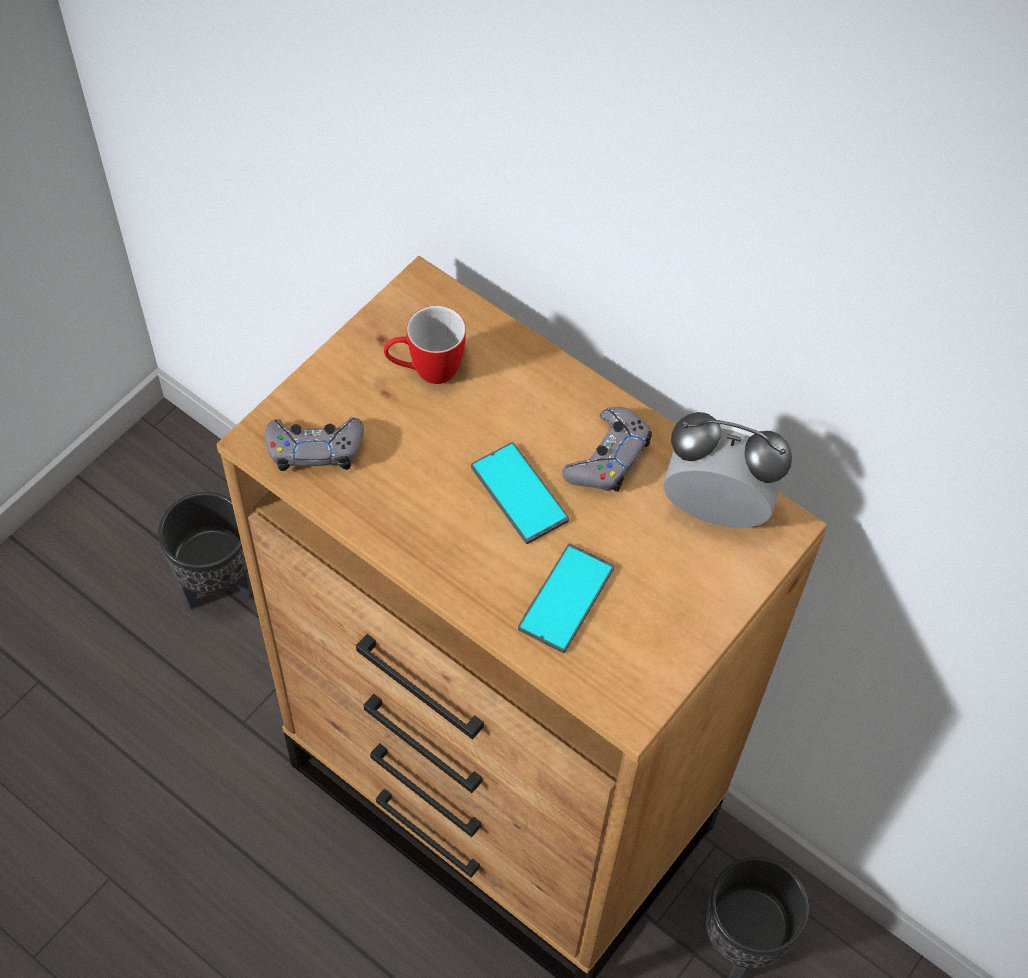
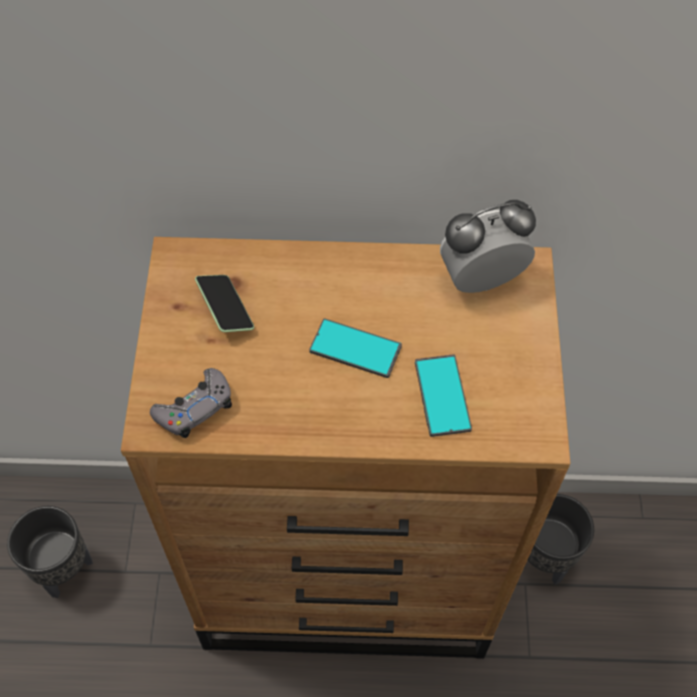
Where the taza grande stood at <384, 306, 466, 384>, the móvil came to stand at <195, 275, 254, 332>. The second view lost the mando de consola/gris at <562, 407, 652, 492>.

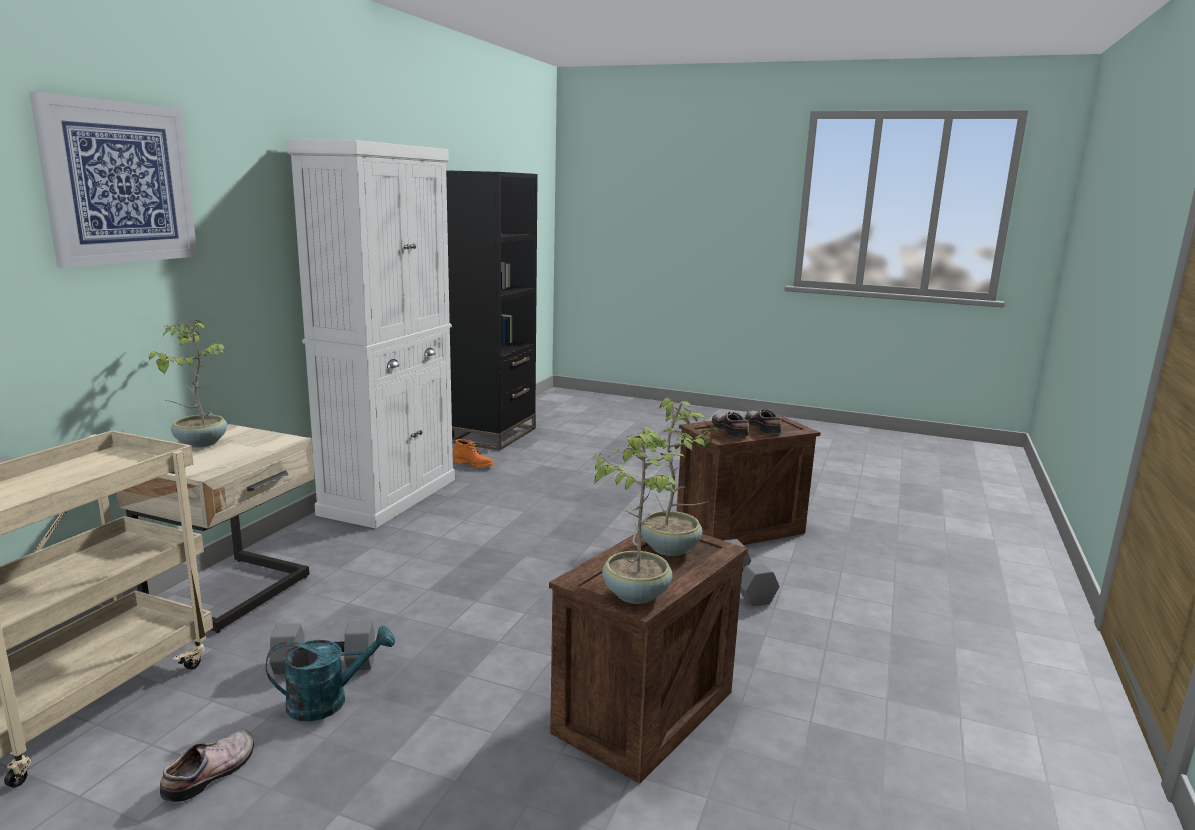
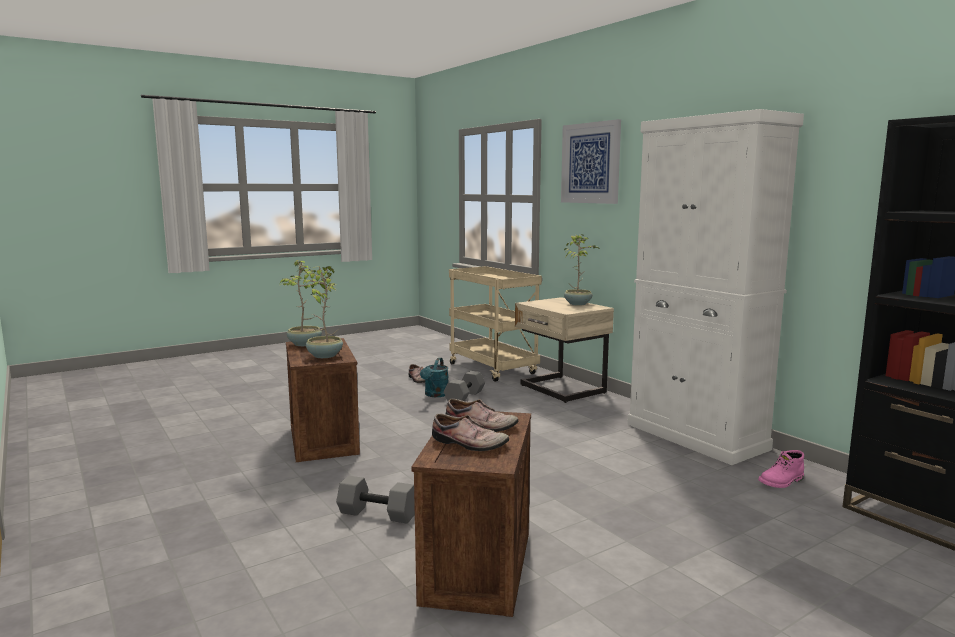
What was the bota/naranja at <453, 439, 494, 468> turned into the bota/rosa at <758, 450, 804, 488>.

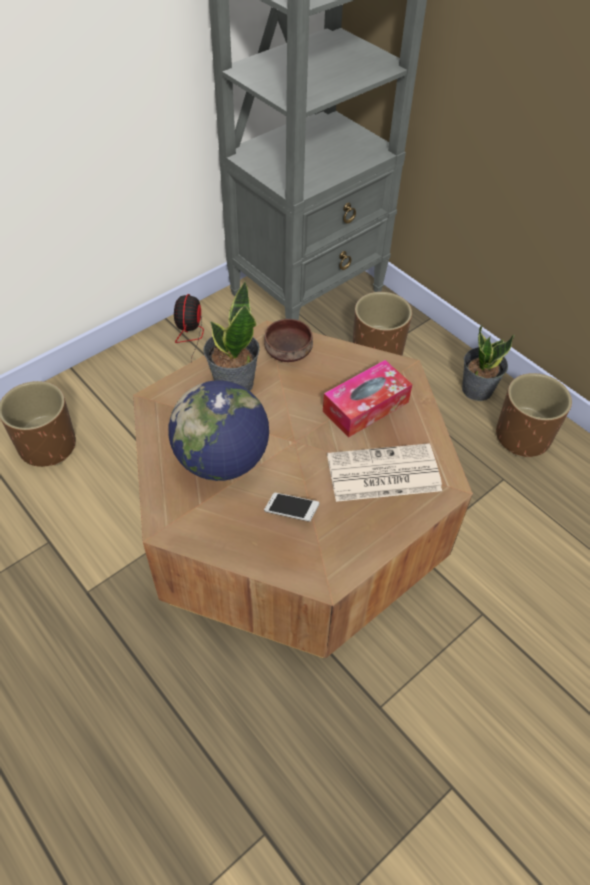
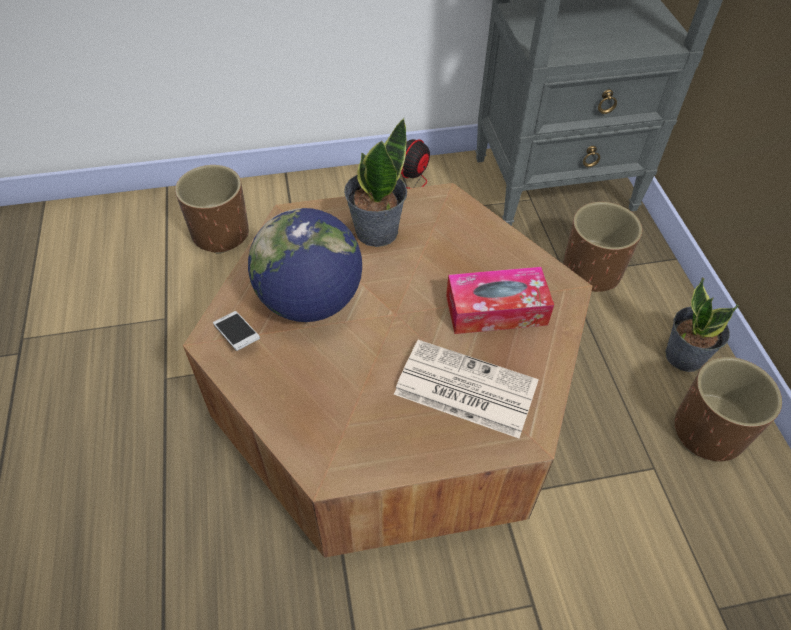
The second view lost the cuenco/marrón at <264, 319, 313, 362>. The móvil ended up elsewhere, having gone from <264, 493, 320, 522> to <213, 311, 260, 351>.

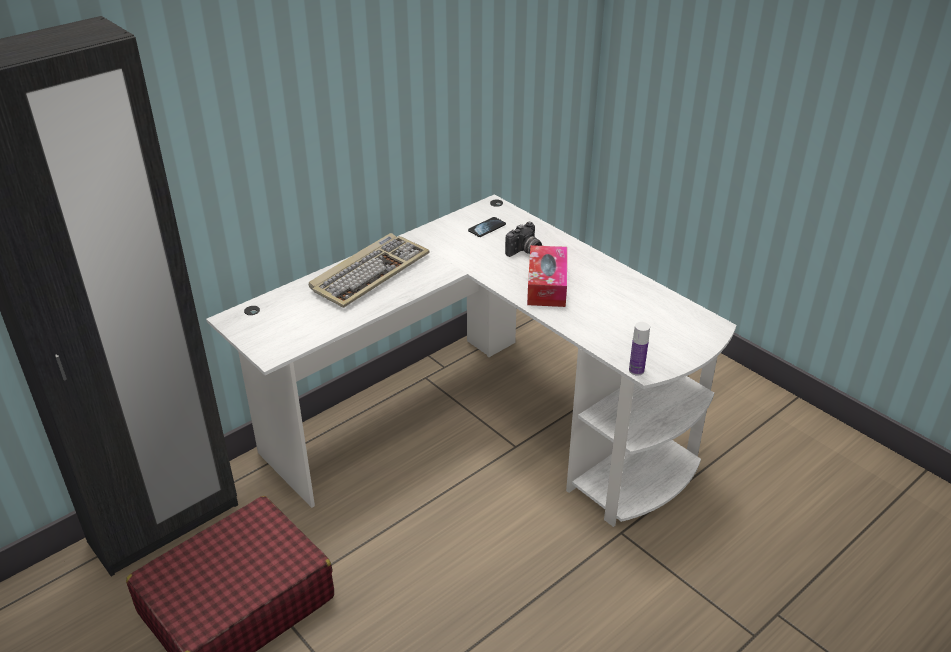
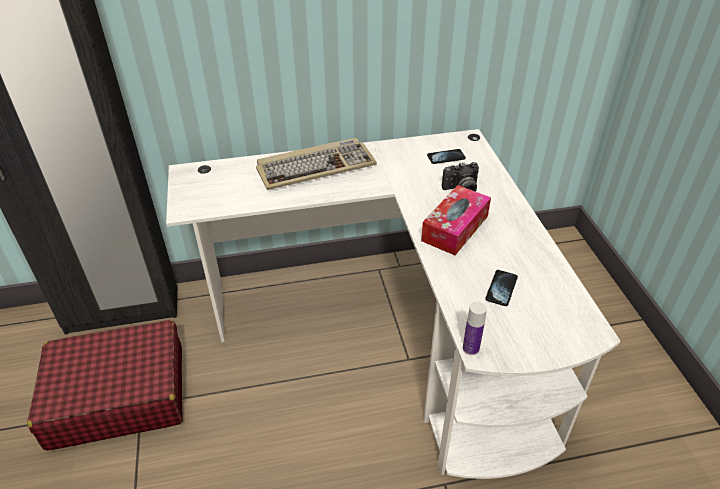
The second view gained the móvil at <485, 270, 518, 306>.

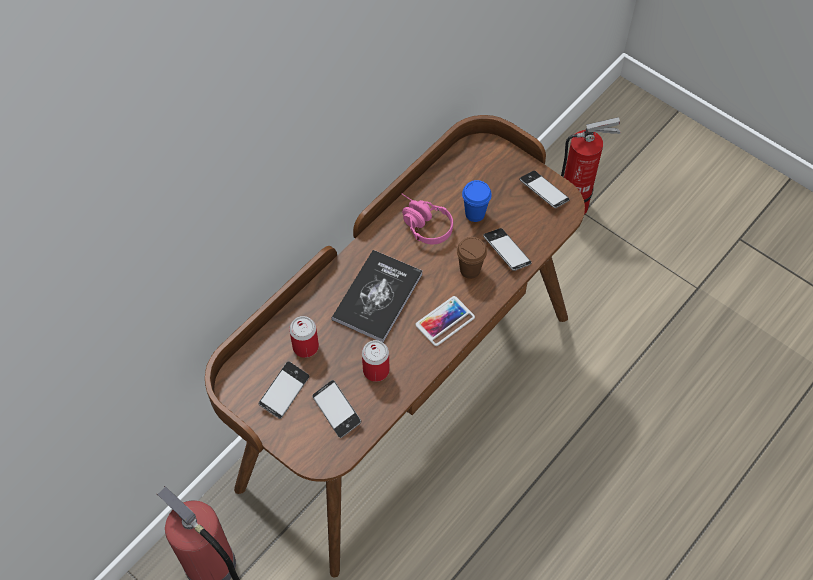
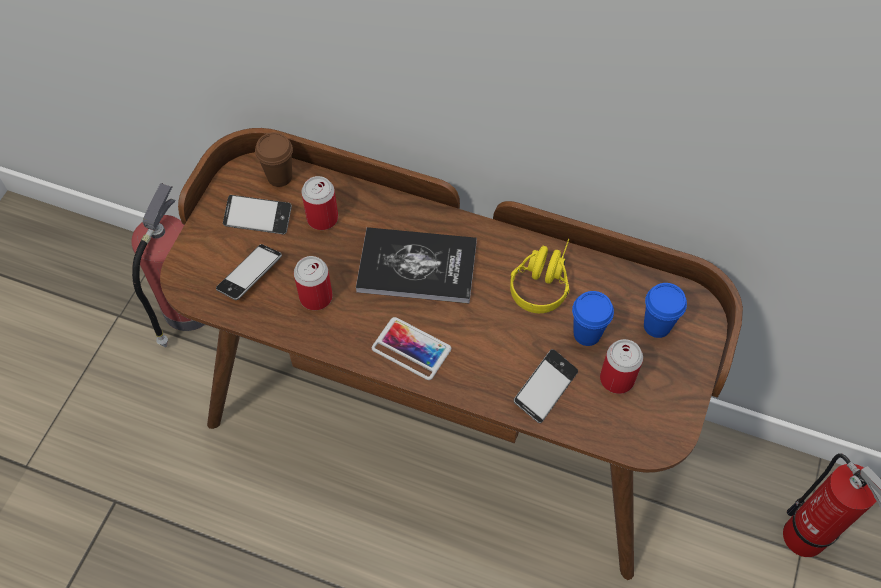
What was the auriculares/rosa at <402, 194, 453, 245> turned into the auriculares/amarillo at <510, 239, 570, 313>. The taza/marrón ended up elsewhere, having gone from <457, 237, 487, 279> to <255, 132, 293, 187>. The second view lost the móvil at <519, 171, 570, 208>. The second view gained the lata at <600, 339, 643, 394>. The second view gained the taza/azul at <644, 283, 687, 338>.

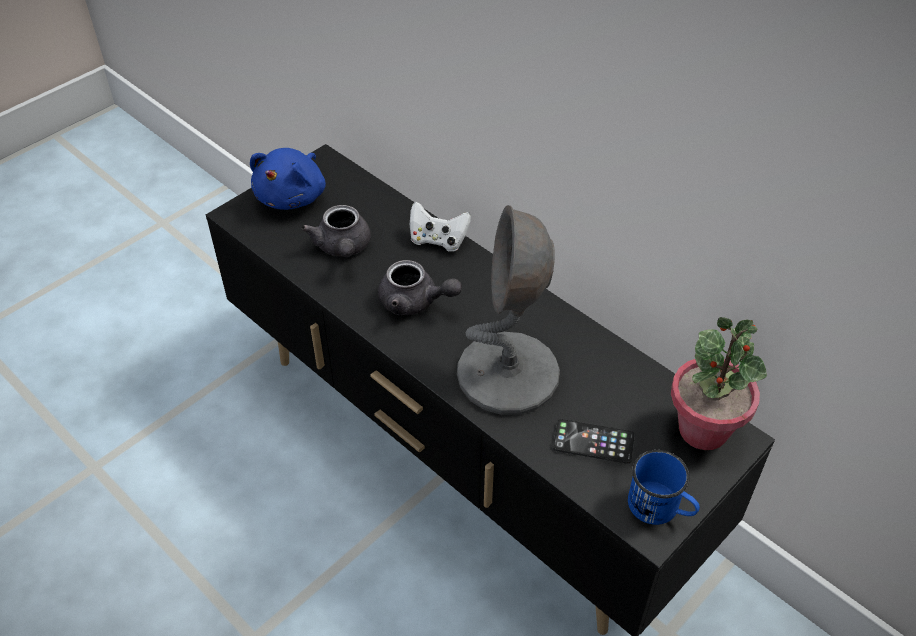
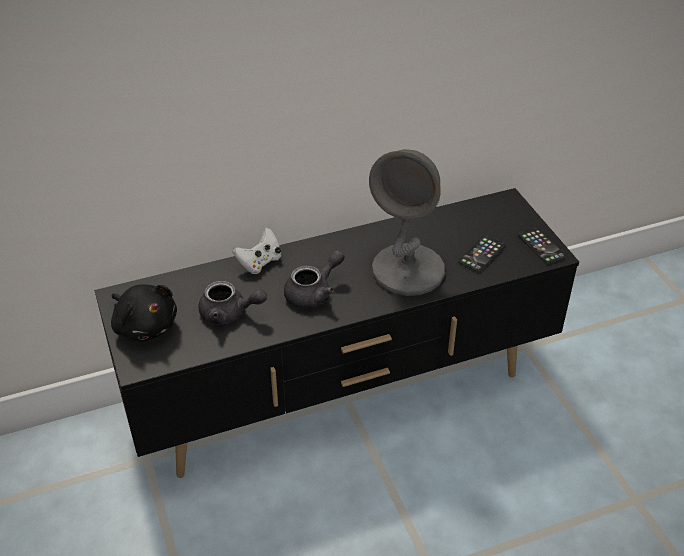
What was the peluche/azul at <250, 148, 326, 210> turned into the peluche/negro at <111, 284, 177, 342>. Where the taza grande/azul stood at <628, 450, 700, 525>, the móvil came to stand at <518, 227, 566, 264>. The second view lost the planta en maceta at <671, 317, 767, 450>.

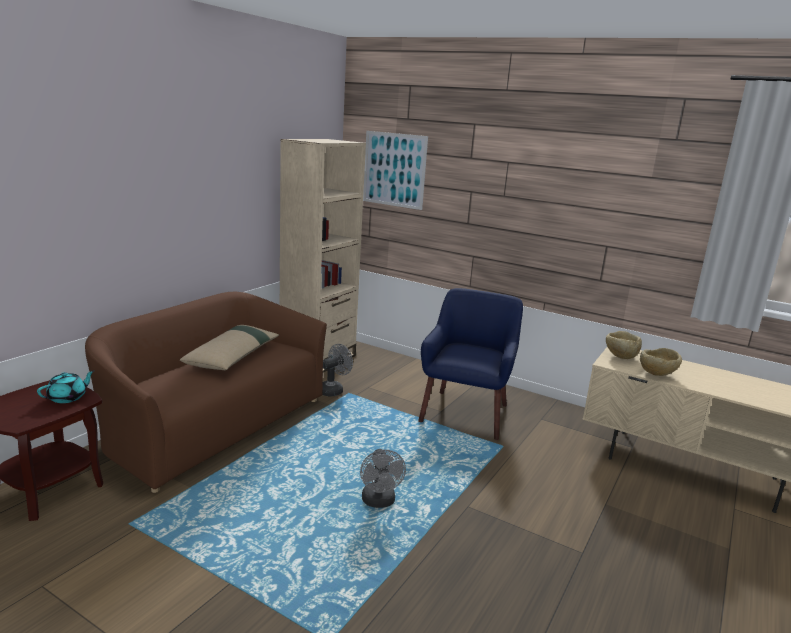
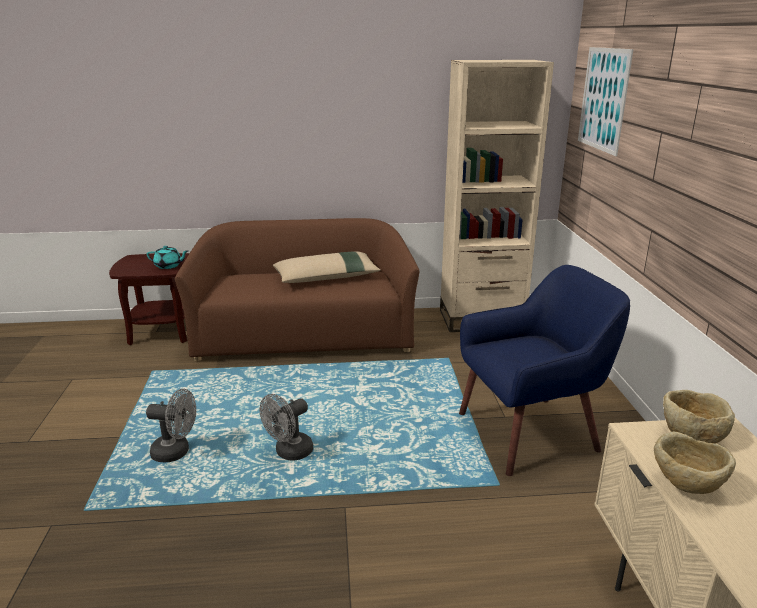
The ventilador/gris ended up elsewhere, having gone from <322, 344, 353, 397> to <146, 389, 196, 462>.

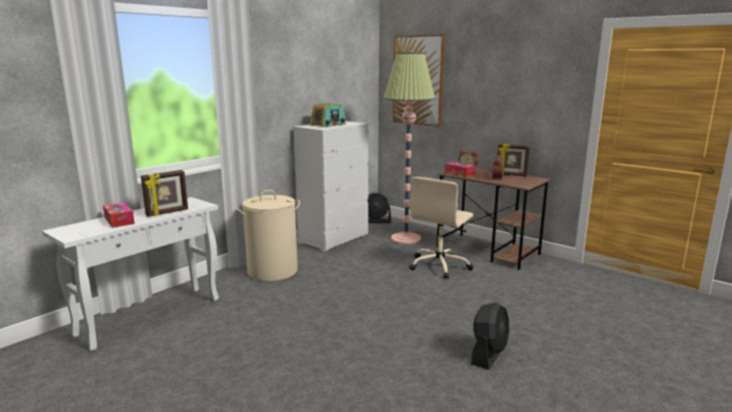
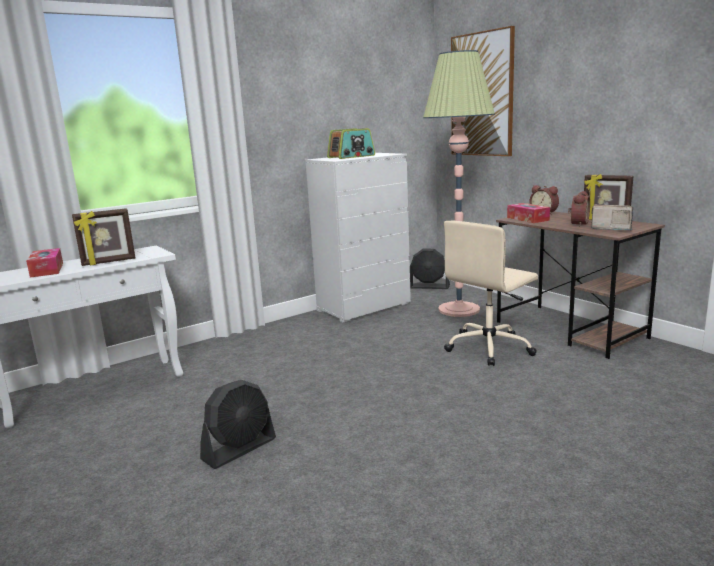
The second view lost the cesto de la ropa/beis at <237, 190, 300, 281>. The ventilador/negro ended up elsewhere, having gone from <471, 302, 509, 370> to <200, 380, 276, 469>. The second view gained the radio at <591, 204, 633, 230>.

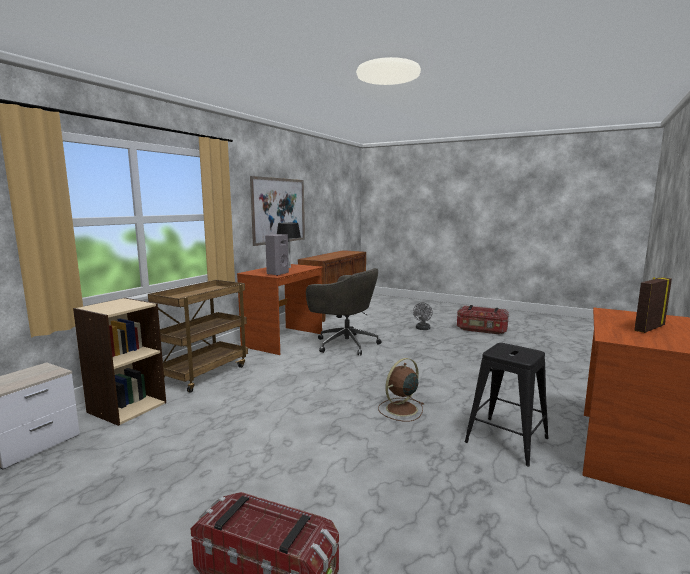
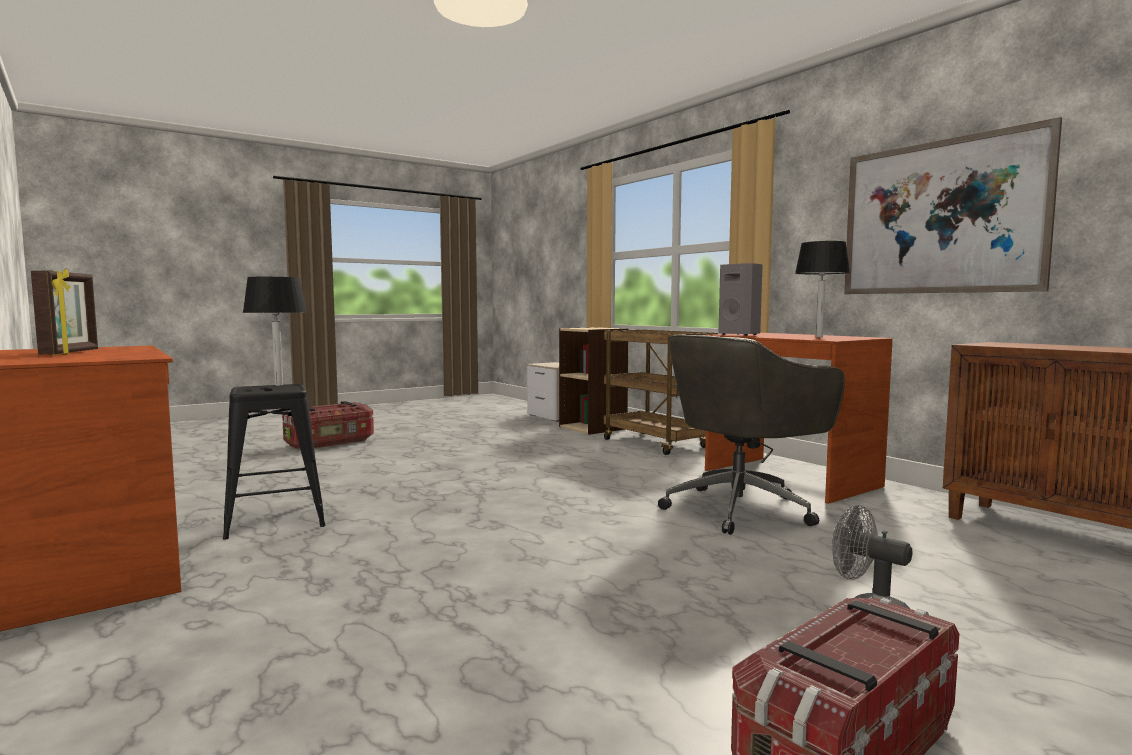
The second view lost the ventilador/marrón at <378, 358, 424, 422>. The second view gained the lámpara de mesa/negro at <243, 277, 307, 386>.

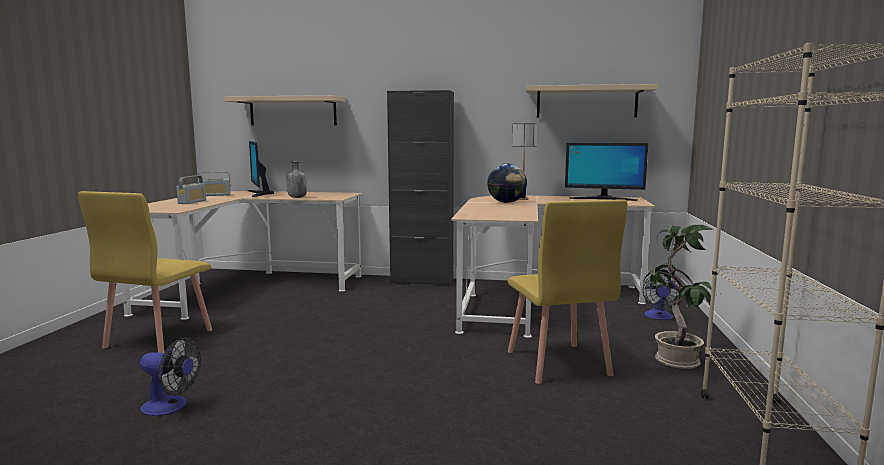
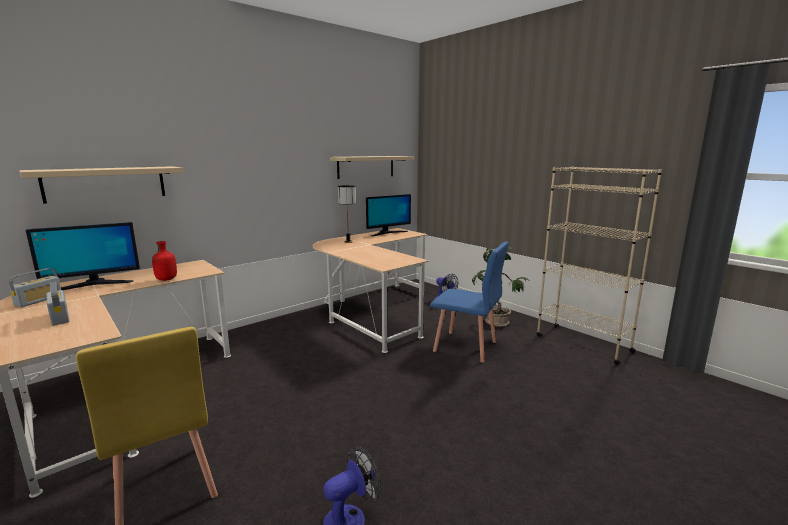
The monitor at <247, 141, 274, 197> ended up facing another way, 45 degrees counterclockwise from before. What was the botella/gris at <287, 161, 307, 198> turned into the botella/rojo at <152, 241, 177, 281>. The second view lost the armario/negro at <387, 90, 454, 286>. The second view lost the globo terráqueo at <487, 163, 527, 203>. What was the silla/amarillo at <508, 200, 628, 384> turned into the silla/azul at <430, 242, 509, 363>.

